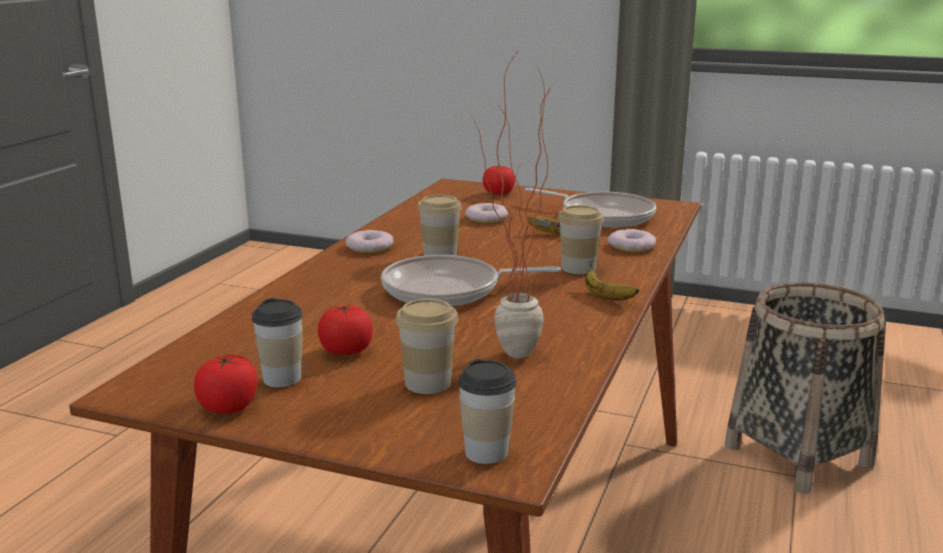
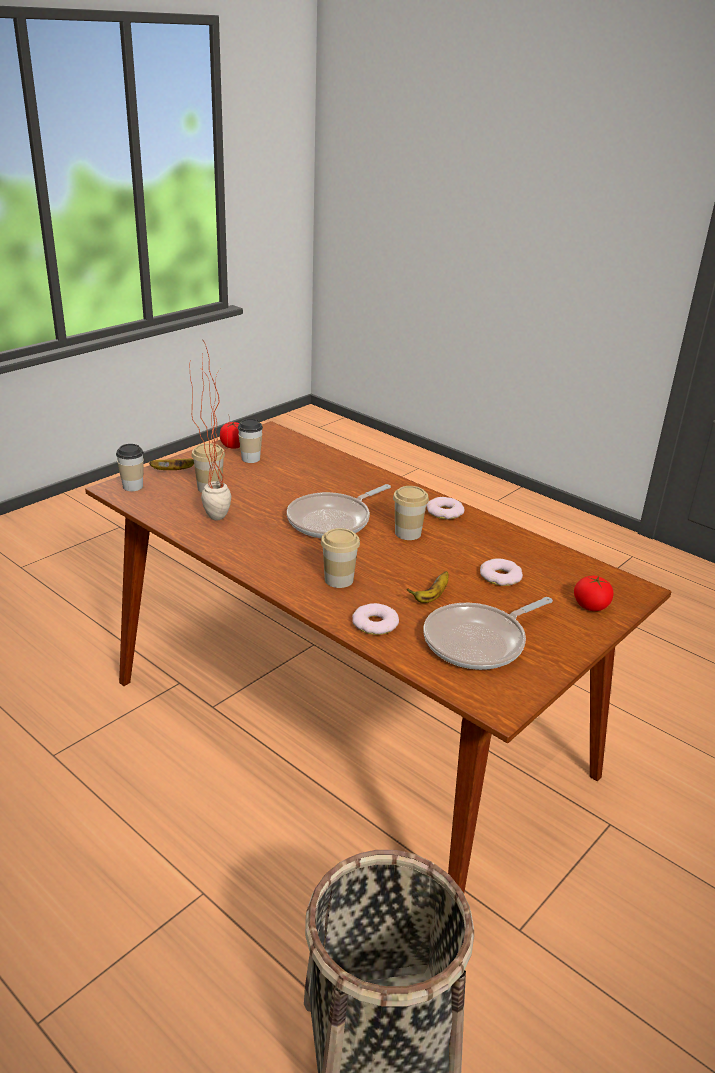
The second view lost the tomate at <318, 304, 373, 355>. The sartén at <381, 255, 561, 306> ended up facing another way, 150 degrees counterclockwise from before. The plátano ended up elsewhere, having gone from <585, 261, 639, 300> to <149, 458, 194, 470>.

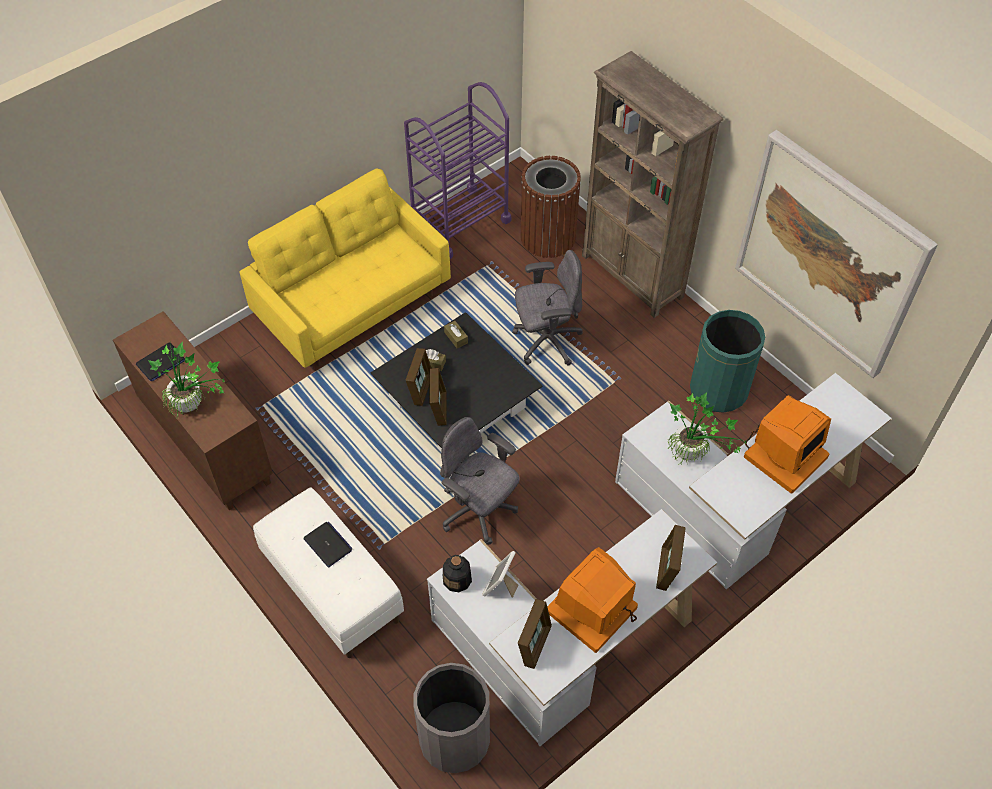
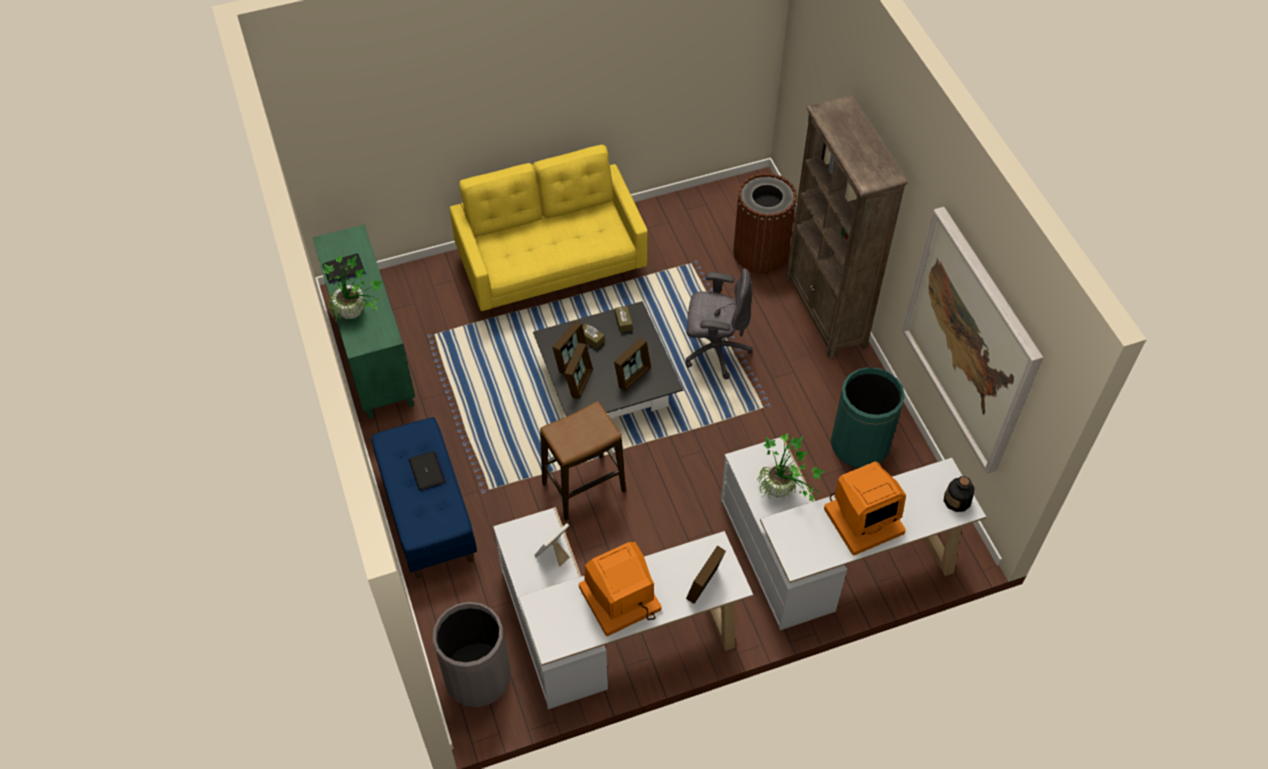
What was the armario/marrón at <113, 311, 273, 510> turned into the armario/verde at <313, 224, 415, 418>. What was the banco/blanco at <253, 488, 404, 658> turned into the banco/azul at <372, 417, 477, 578>. The second view lost the carrito/morado at <404, 82, 511, 259>. Where the silla de oficina/gris stood at <440, 417, 520, 545>, the taburete came to stand at <540, 401, 626, 521>. The botella ended up elsewhere, having gone from <443, 555, 472, 592> to <944, 476, 975, 512>. The portarretratos ended up elsewhere, having gone from <518, 599, 552, 669> to <614, 338, 651, 391>.

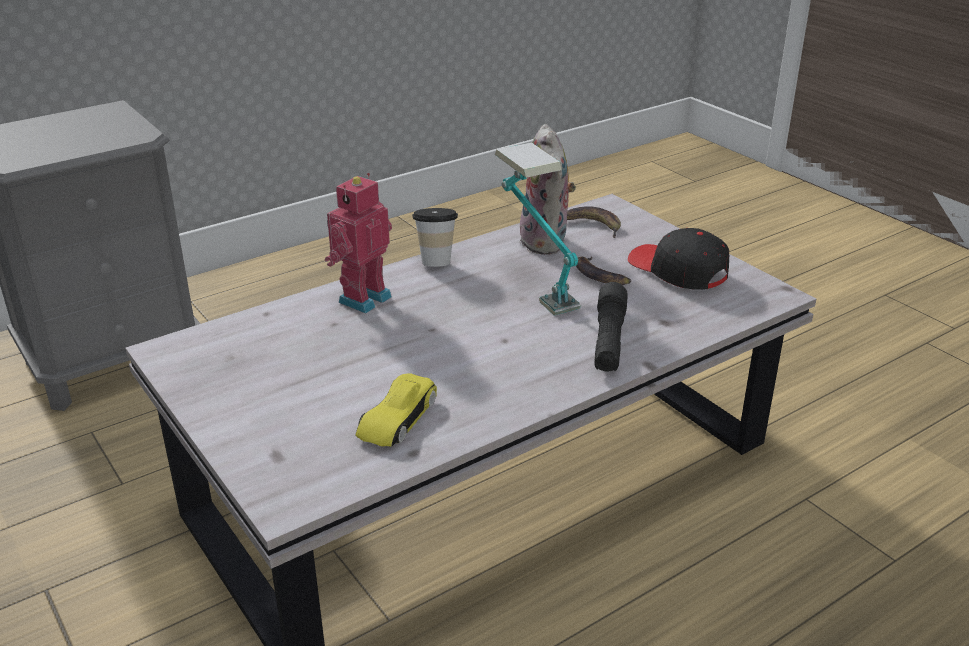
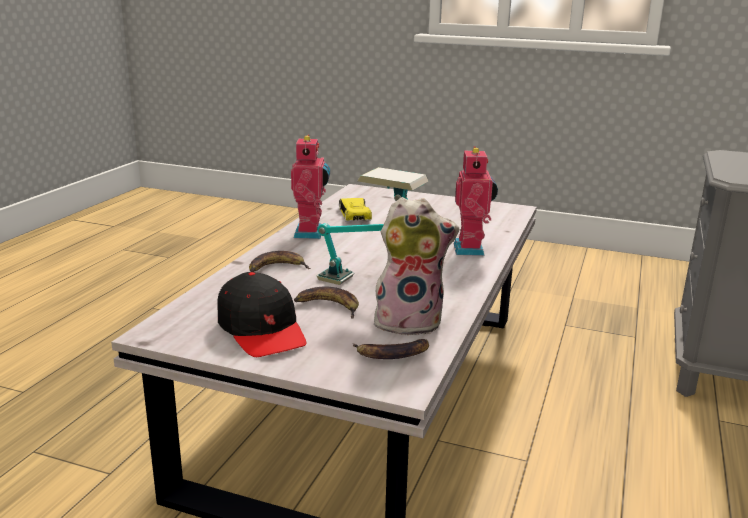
The second view lost the taza at <412, 208, 458, 267>. The peluche at <520, 124, 576, 255> ended up facing another way, 135 degrees clockwise from before. Where the linterna/negro stood at <594, 282, 628, 372>, the plátano came to stand at <249, 251, 311, 272>. The gorra/negro at <628, 228, 729, 290> ended up facing another way, 45 degrees clockwise from before. The second view gained the robot de juguete at <291, 134, 330, 239>.

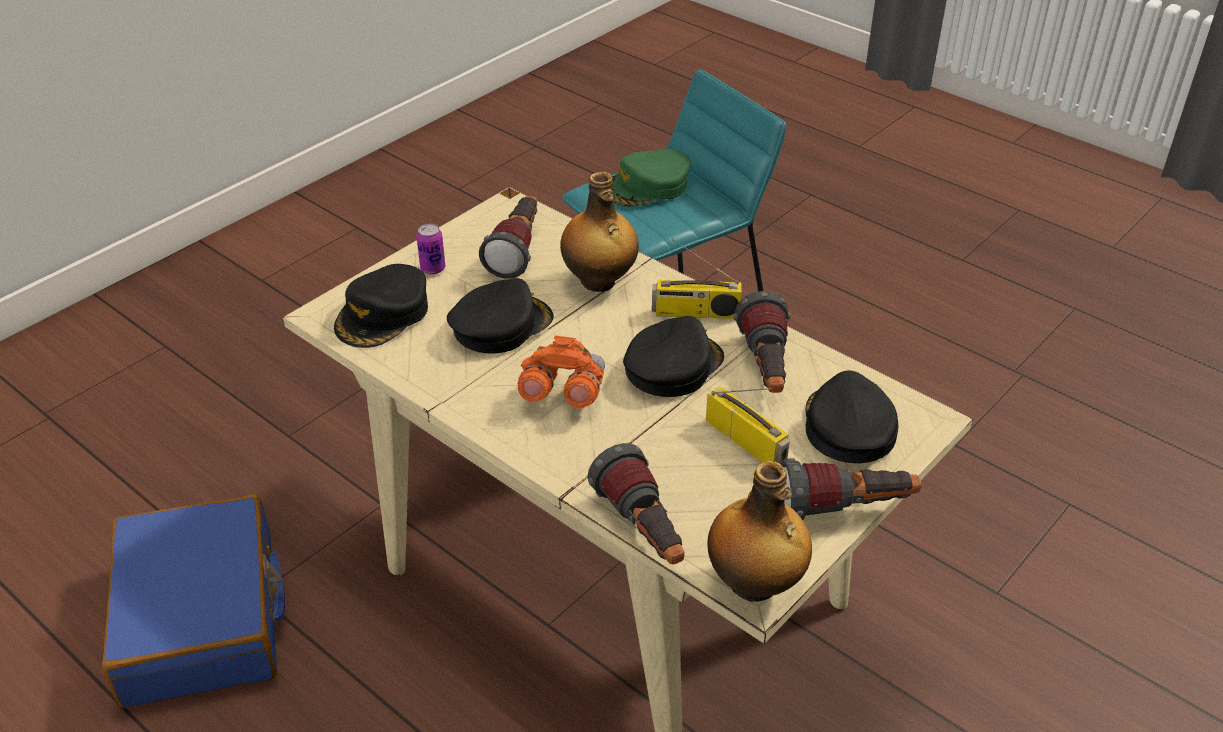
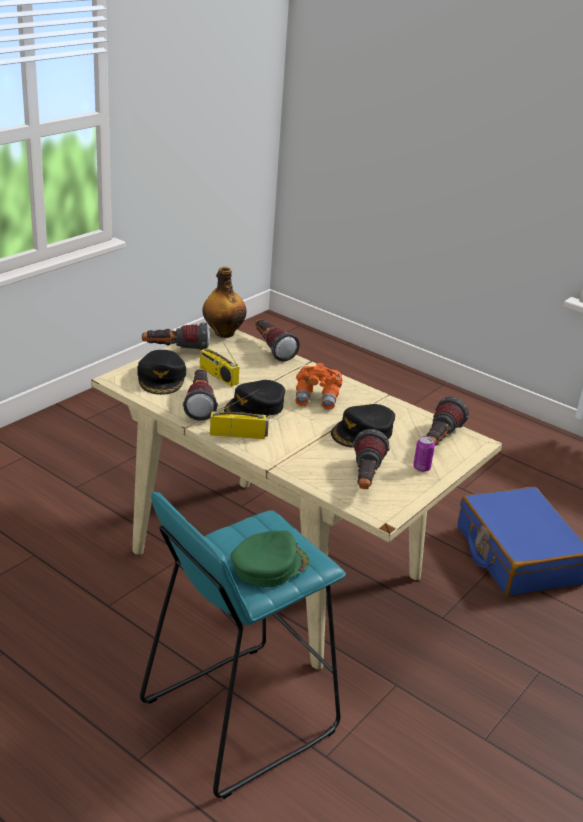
Where the gorra/negro stood at <334, 264, 428, 348>, the linterna came to stand at <426, 396, 469, 446>. The second view lost the botella at <560, 172, 639, 292>.

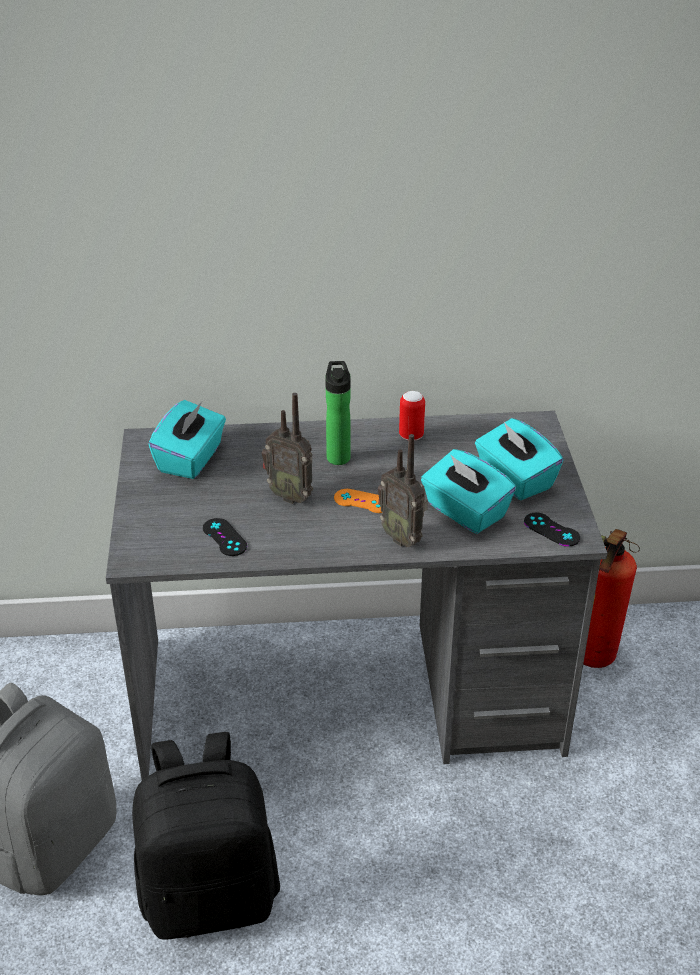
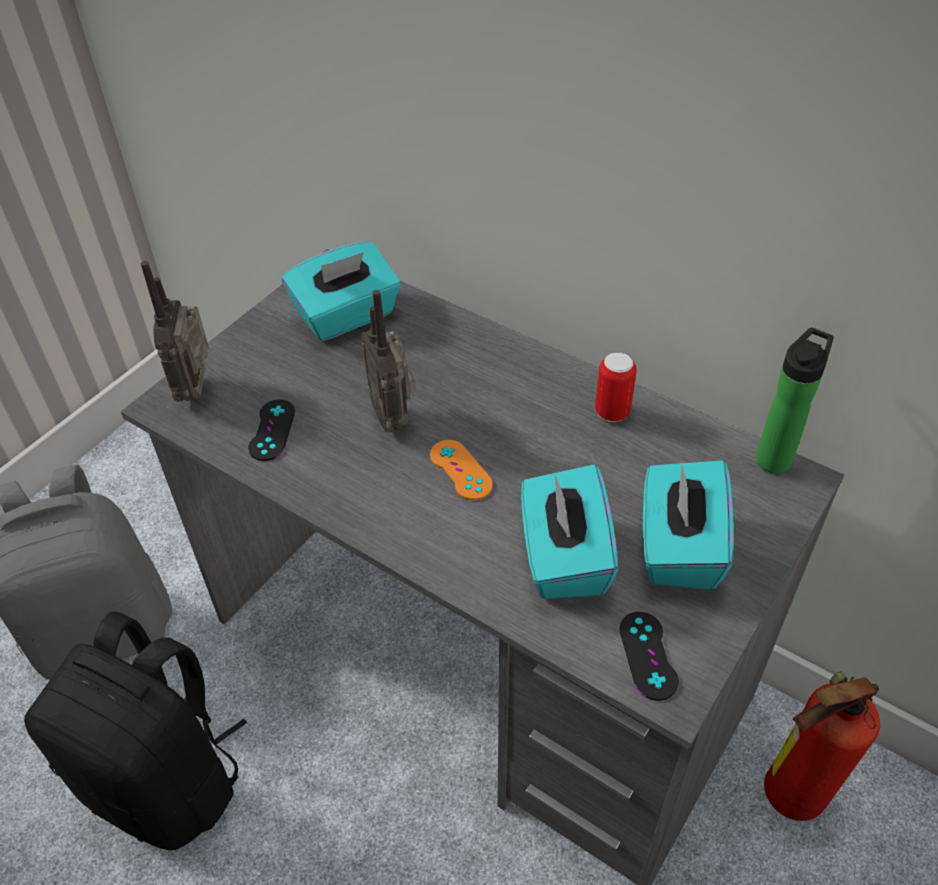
The botella ended up elsewhere, having gone from <325, 361, 351, 465> to <756, 327, 834, 474>. The radio ended up elsewhere, having gone from <378, 434, 428, 547> to <141, 261, 209, 402>.

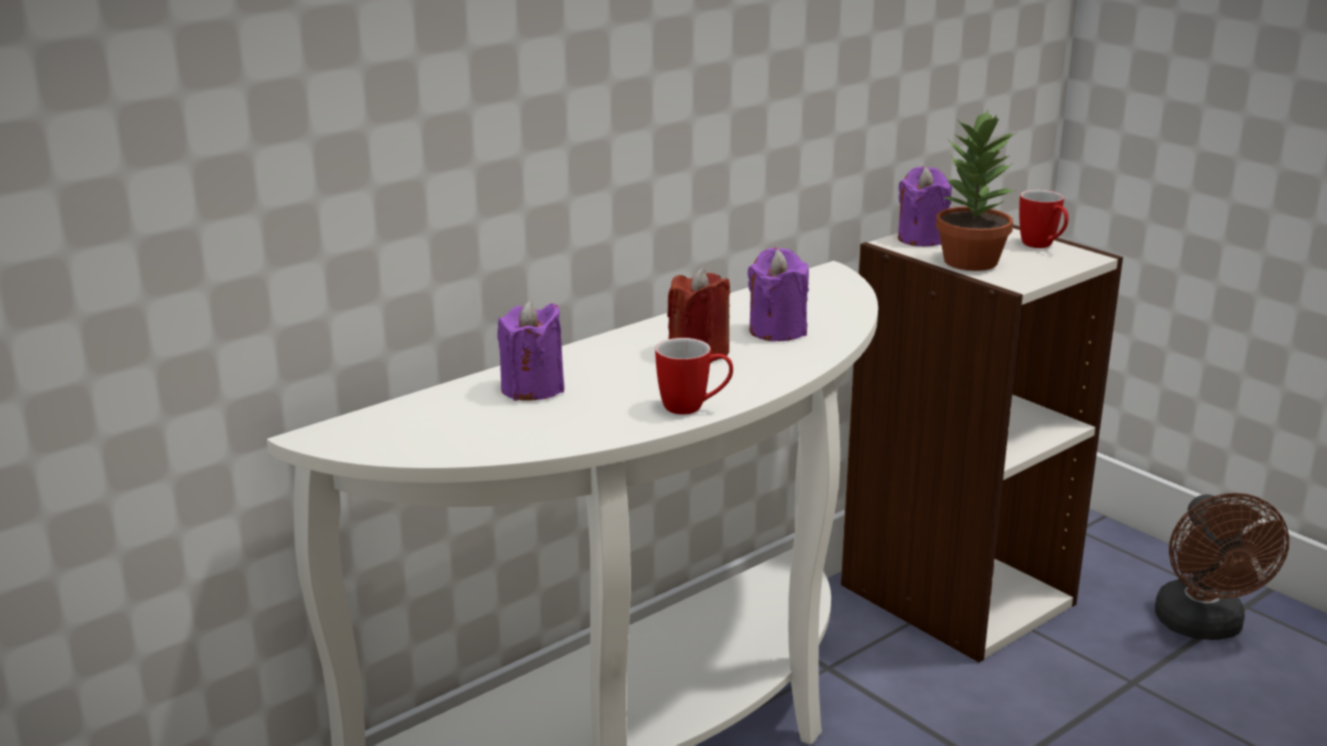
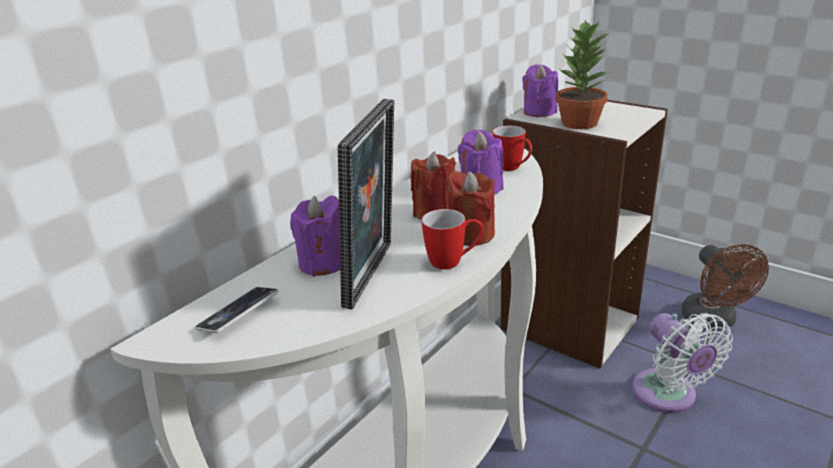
The taza grande ended up elsewhere, having gone from <1019, 190, 1069, 248> to <492, 126, 532, 171>. The second view gained the móvil at <195, 287, 279, 333>. The second view gained the portarretratos at <338, 99, 394, 309>. The second view gained the vela/rojo at <446, 171, 495, 246>. The second view gained the ventilador/blanco at <632, 313, 733, 413>.

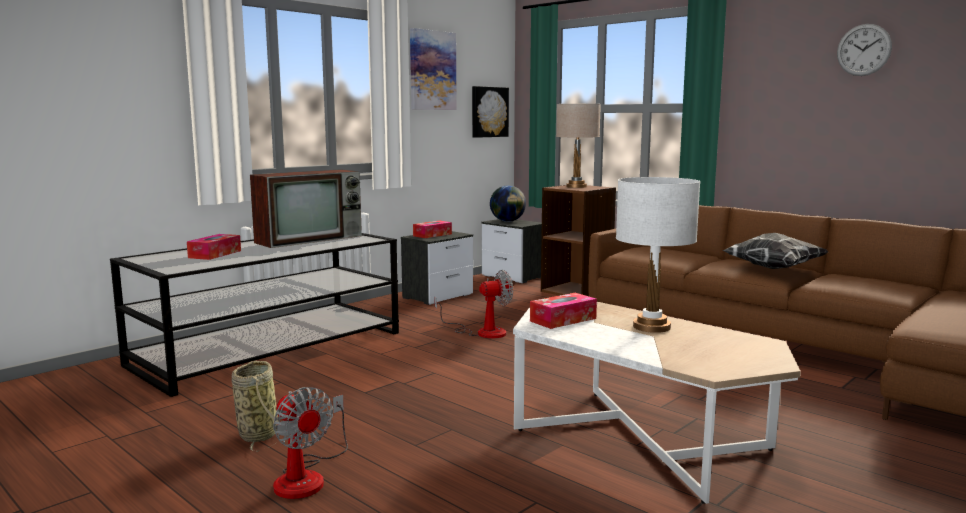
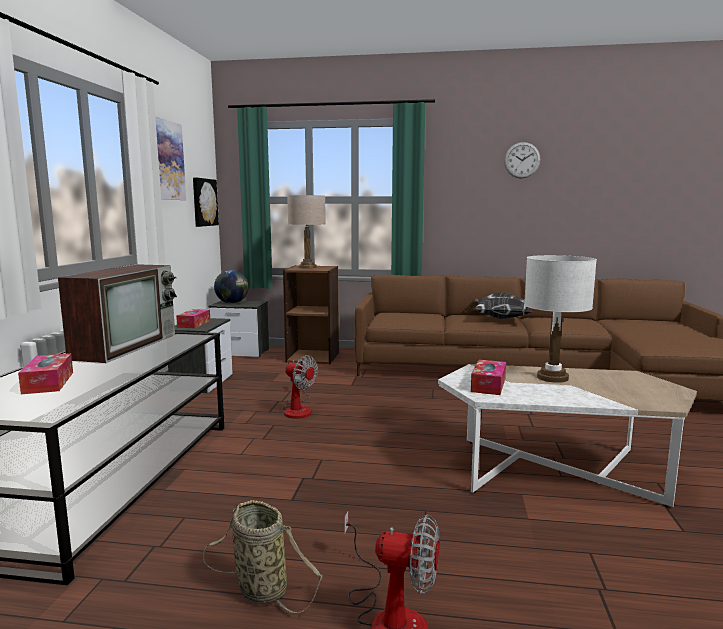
The ventilador at <434, 270, 513, 339> ended up facing another way, 90 degrees clockwise from before.

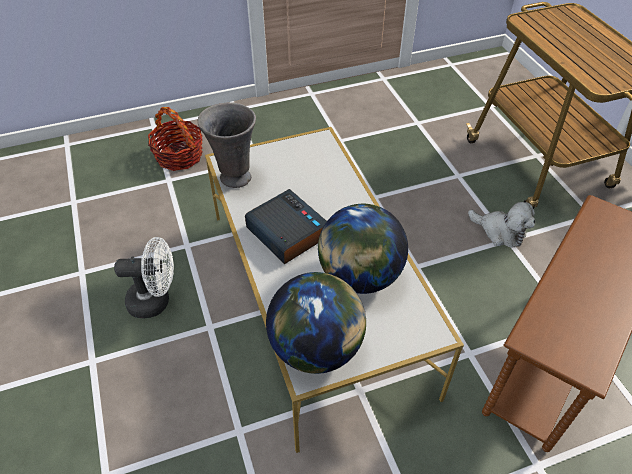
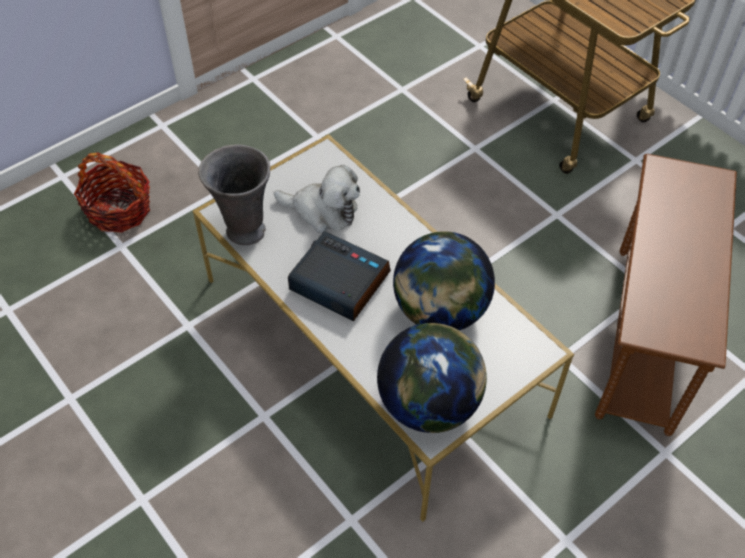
The second view lost the ventilador/blanco at <114, 237, 174, 318>. The peluche ended up elsewhere, having gone from <468, 202, 535, 248> to <274, 165, 360, 233>.

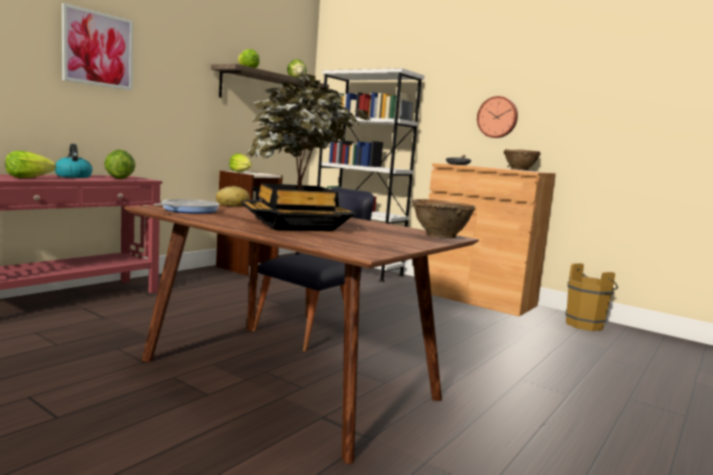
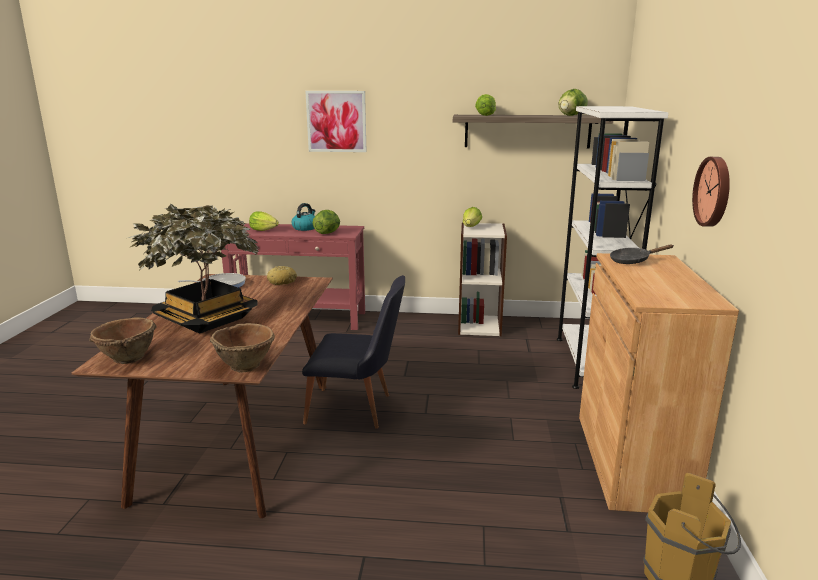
The cuenco/marrón ended up elsewhere, having gone from <504, 149, 541, 170> to <89, 317, 157, 364>.

